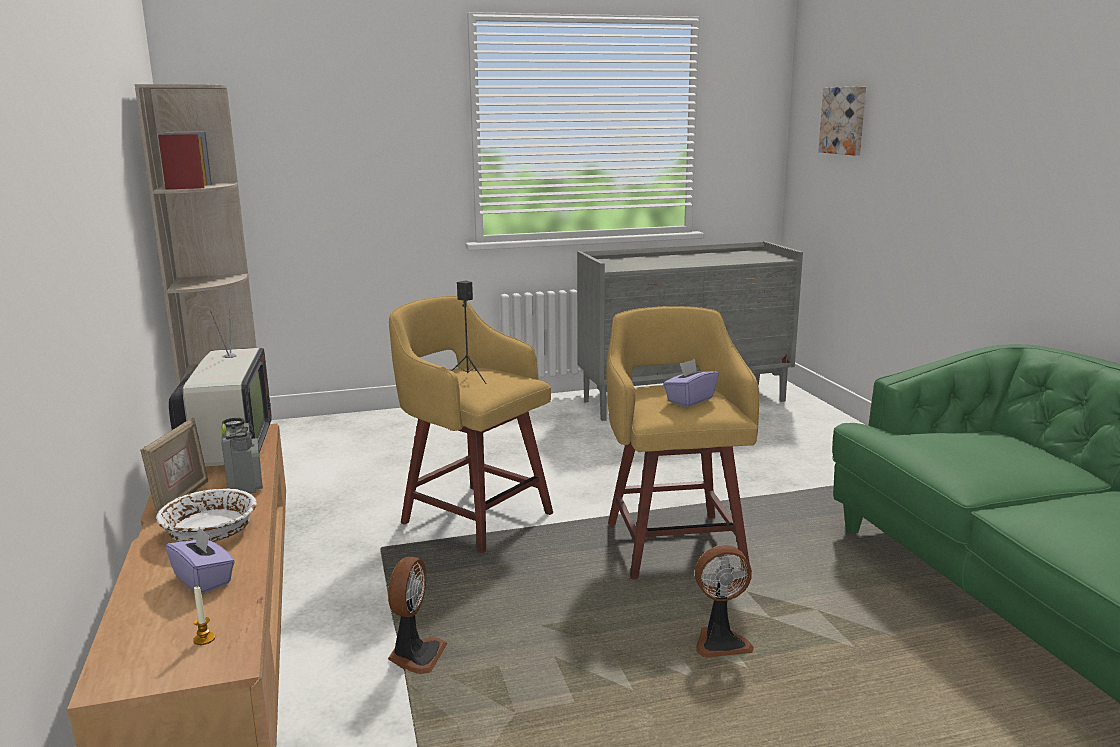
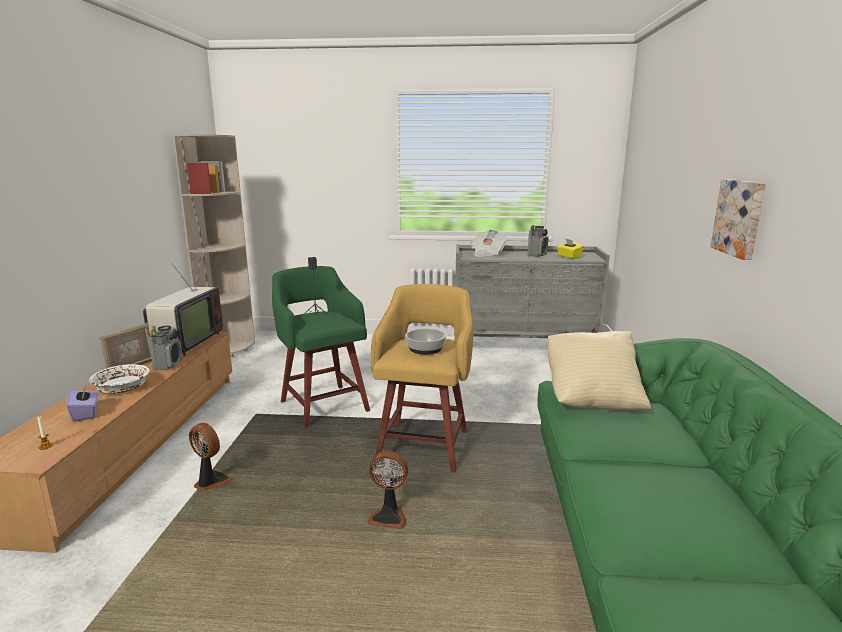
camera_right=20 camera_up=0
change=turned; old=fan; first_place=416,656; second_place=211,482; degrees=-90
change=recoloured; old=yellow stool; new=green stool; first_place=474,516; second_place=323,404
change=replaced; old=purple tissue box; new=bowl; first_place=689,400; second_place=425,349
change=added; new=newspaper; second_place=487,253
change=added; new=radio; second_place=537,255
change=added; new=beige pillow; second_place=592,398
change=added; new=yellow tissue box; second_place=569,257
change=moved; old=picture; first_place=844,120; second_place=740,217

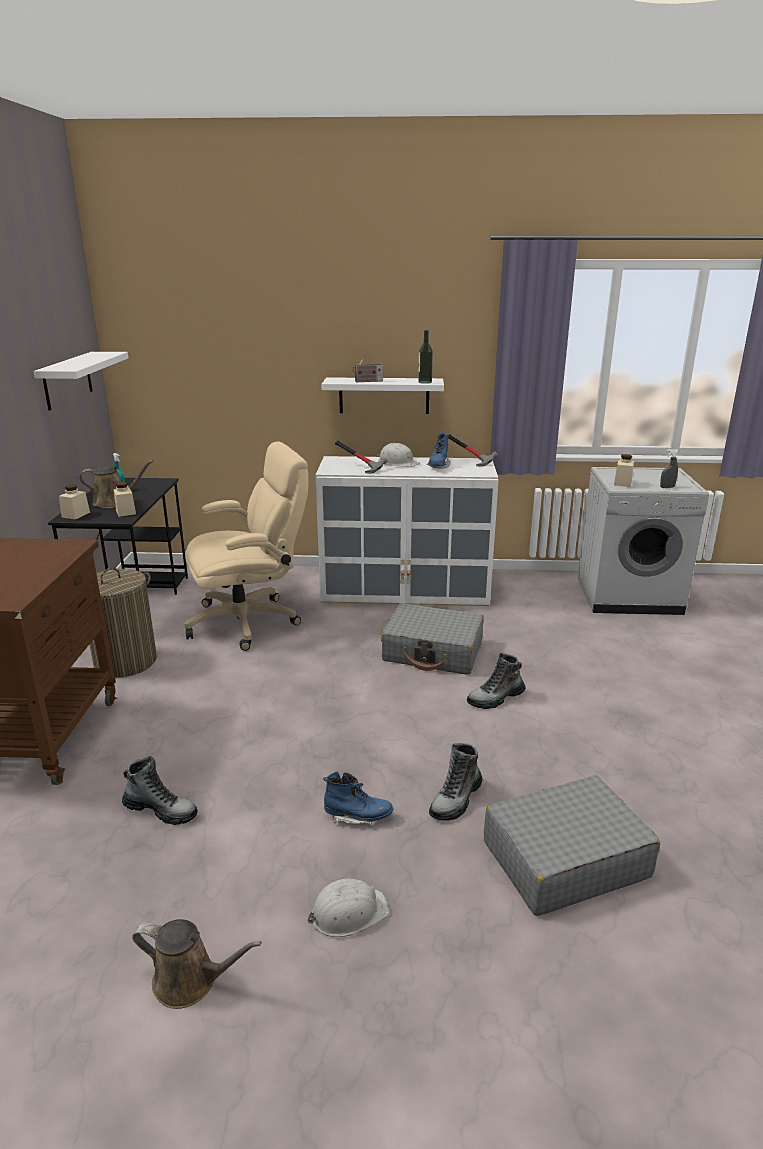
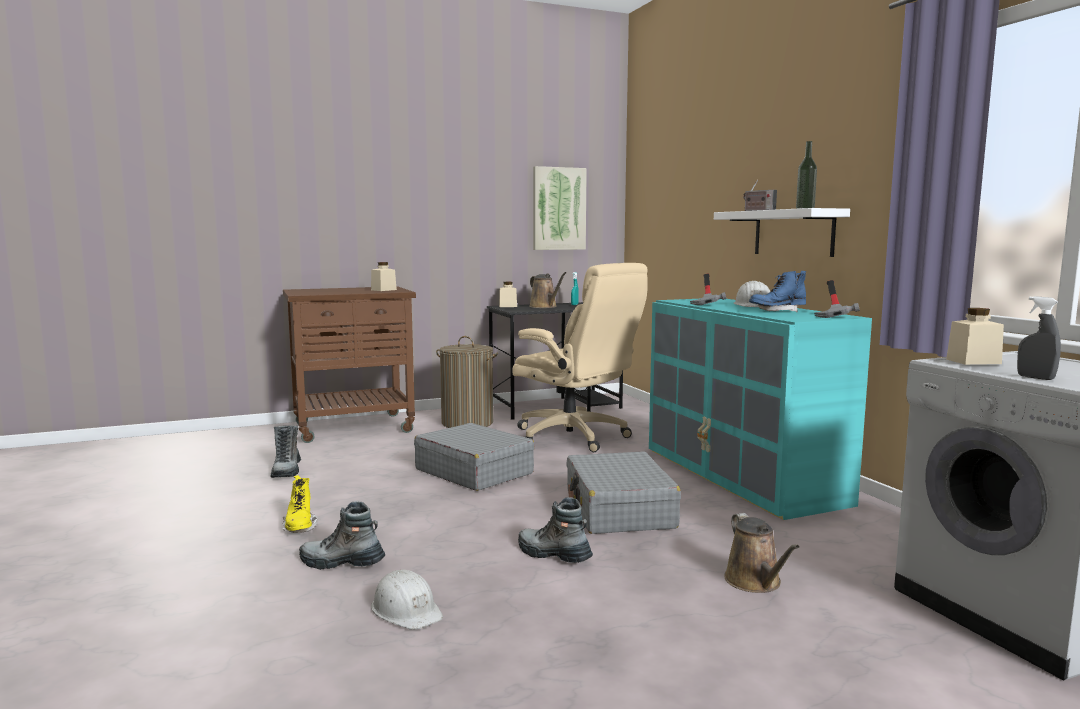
camera_right=65 camera_up=-15
change=recoloured; old=blue boot; new=yellow boot; first_place=358,816; second_place=300,528
change=moved; old=beige jar; first_place=125,512; second_place=383,290
change=moved; old=white hard hat; first_place=348,912; second_place=406,610
change=moved; old=grey suitcase; first_place=564,859; second_place=474,471
change=replaced; old=white shelf; new=picture; first_place=67,380; second_place=559,209
change=recoloured; old=white cabinet; new=turquoise cabinet; first_place=405,591; second_place=741,476
change=moved; old=brown watering can; first_place=191,981; second_place=755,582

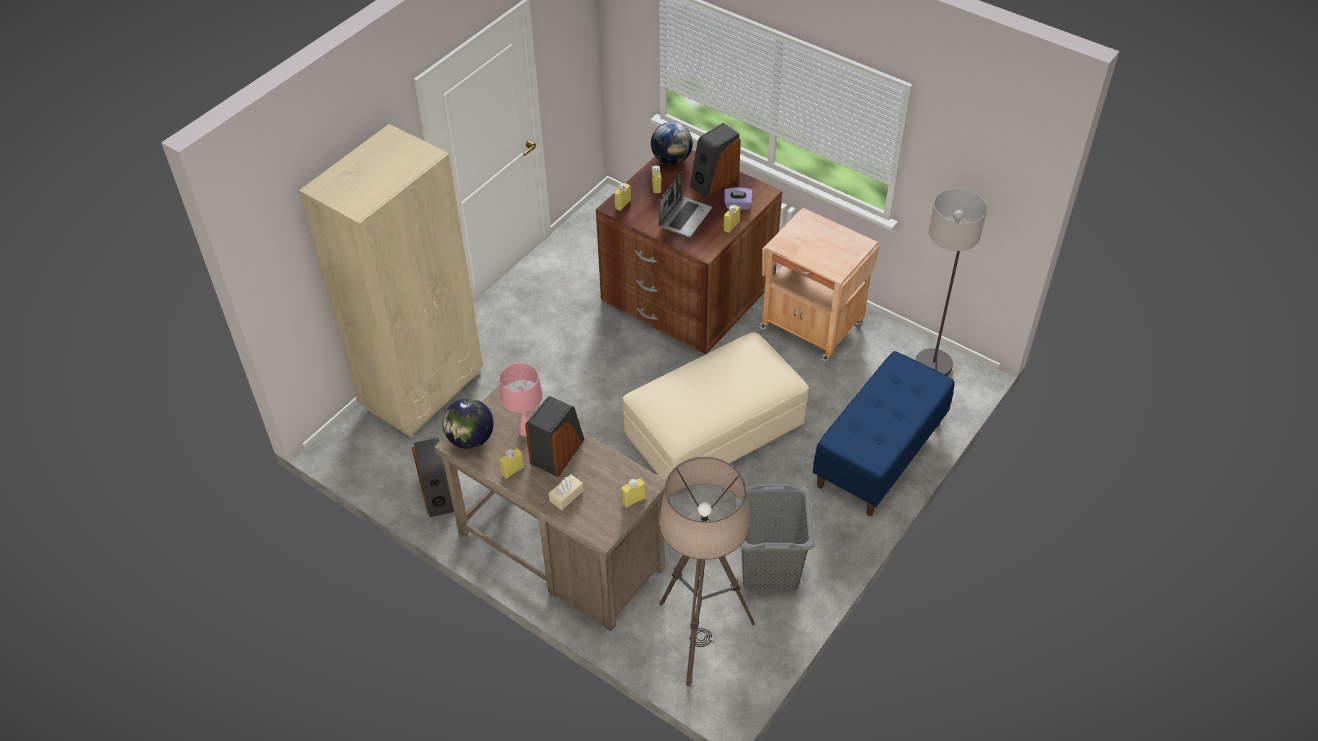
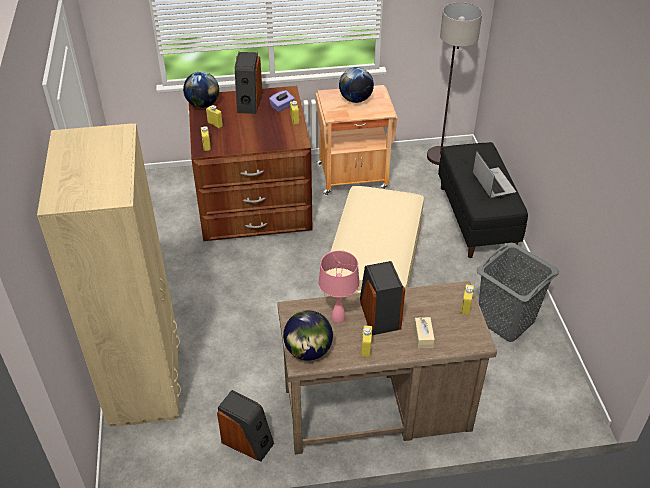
camera_right=-45 camera_up=-5
change=added; new=globe; second_place=355,99
change=recoloured; old=blue bench; new=black bench; first_place=879,455; second_place=477,219
change=moved; old=laptop; first_place=685,217; second_place=492,183
change=removed; old=floor lamp; first_place=700,636

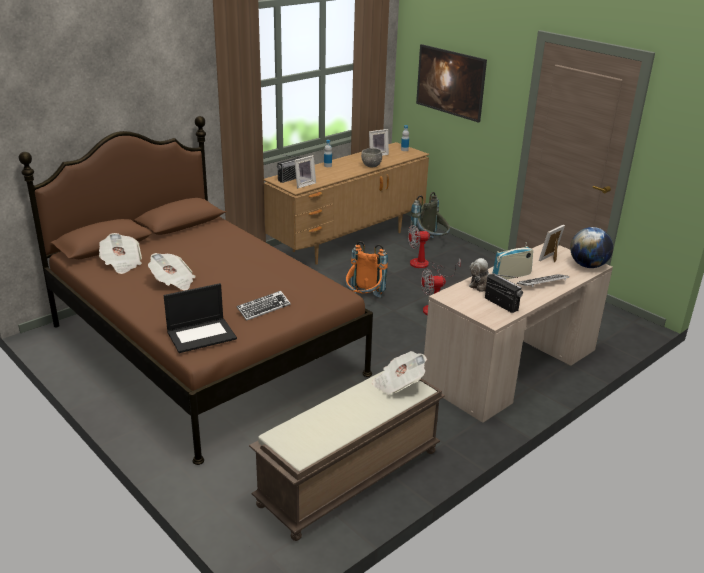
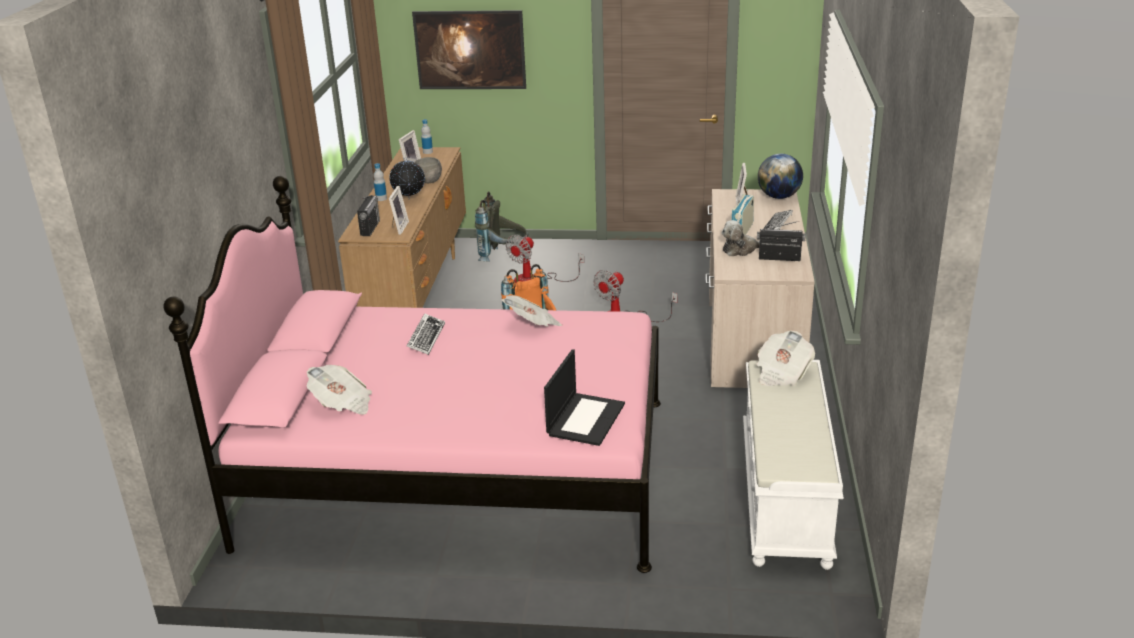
camera_right=-40 camera_up=0
change=recoloured; old=brown bed; new=pink bed; first_place=205,349; second_place=459,471
change=added; new=globe; second_place=409,199
change=moved; old=keyboard; first_place=263,308; second_place=426,338
change=moved; old=newspaper; first_place=173,282; second_place=533,325
change=recoloured; old=brown bench; new=white bench; first_place=350,478; second_place=786,495

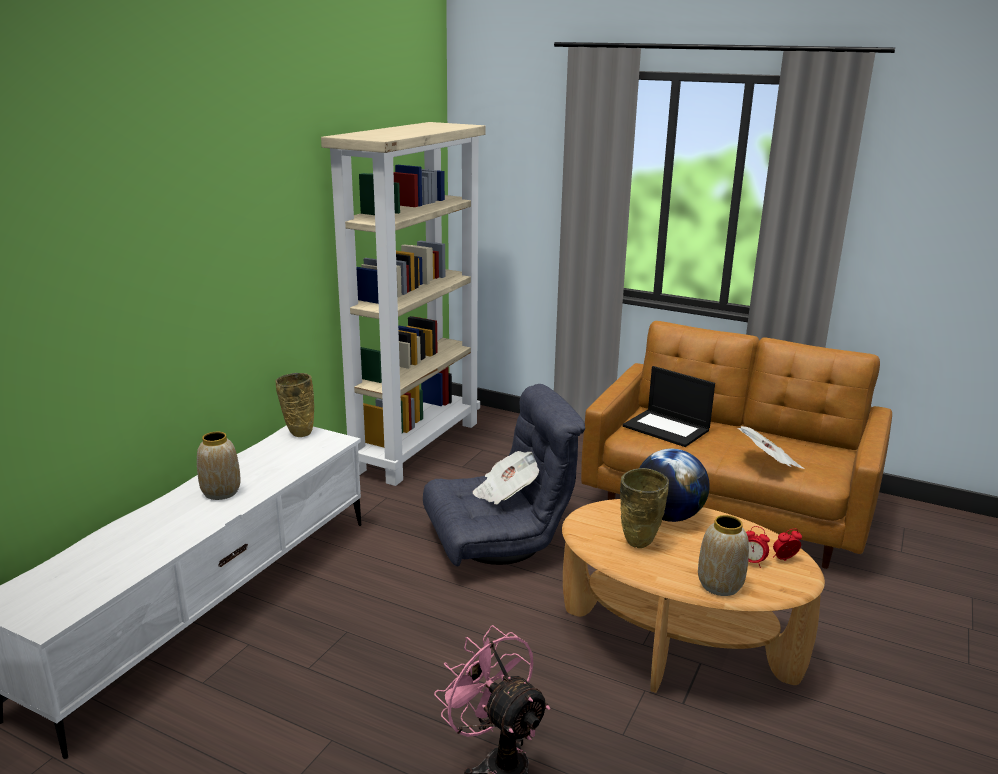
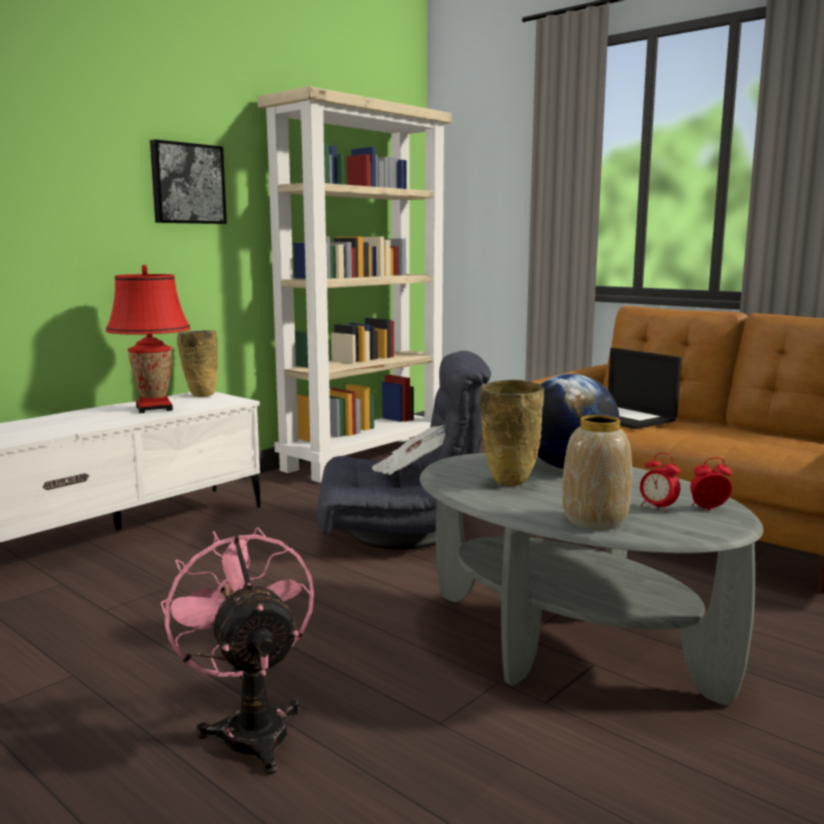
camera_right=15 camera_up=-10
change=added; new=red table lamp; second_place=154,408
change=added; new=picture; second_place=187,184
change=recoloured; old=brown coffee table; new=grey coffee table; first_place=676,646; second_place=568,643
change=removed; old=vase; first_place=221,492
change=removed; old=newspaper; first_place=768,463

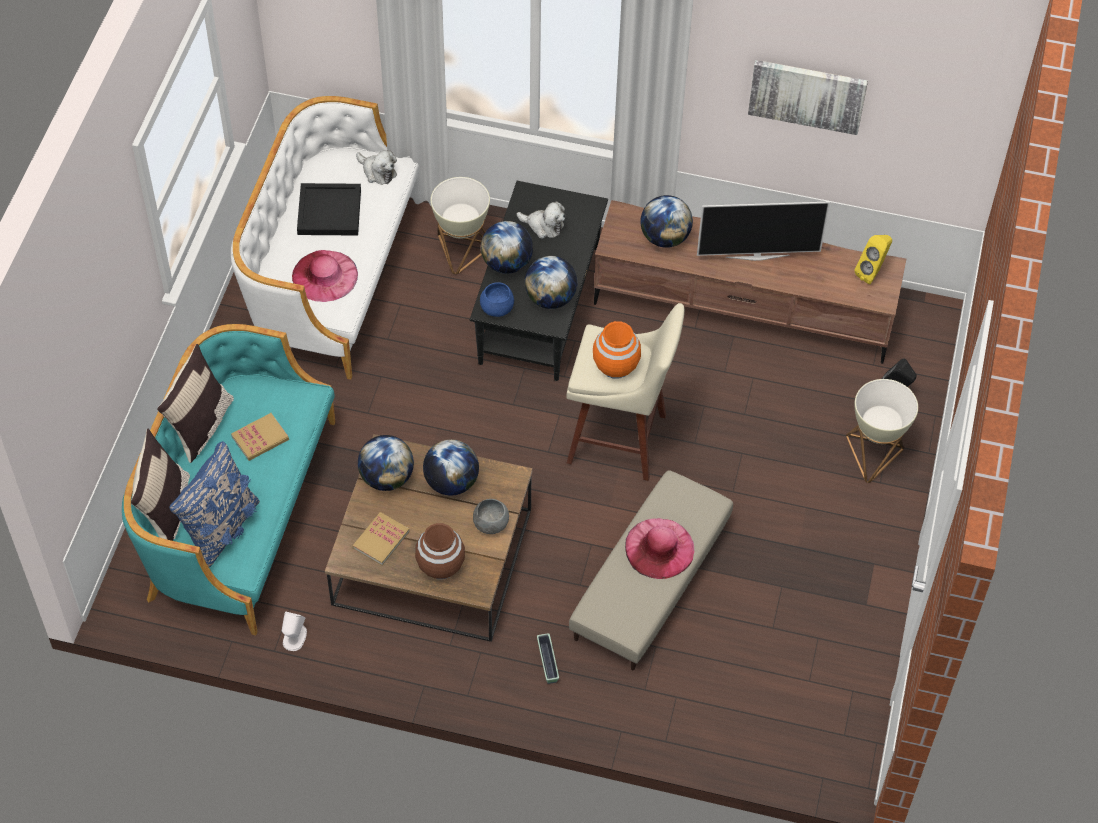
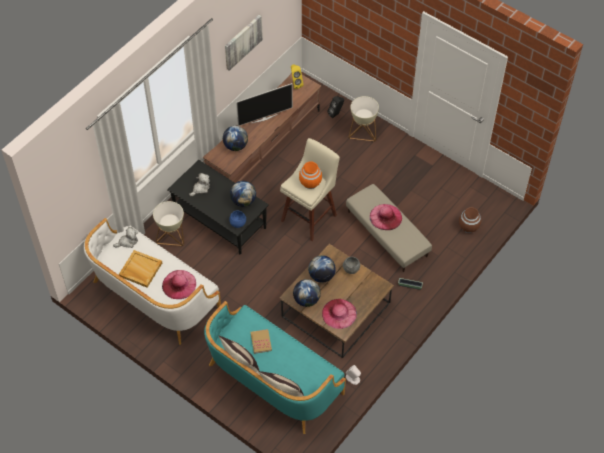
camera_right=-65 camera_up=0
change=recoloured; old=black tray; new=beige tray; first_place=329,211; second_place=140,270
change=turned; old=television; first_place=757,255; second_place=264,118; degrees=45
change=replaced; old=book; new=pink hat; first_place=381,540; second_place=339,313
change=moved; old=brown vase; first_place=440,565; second_place=468,227
change=removed; old=blue pillow; first_place=222,529
change=removed; old=globe; first_place=507,263

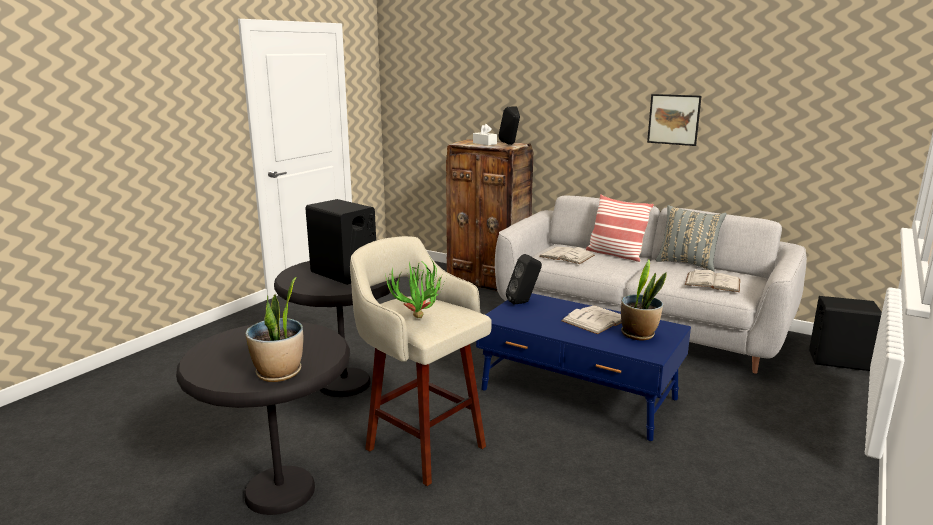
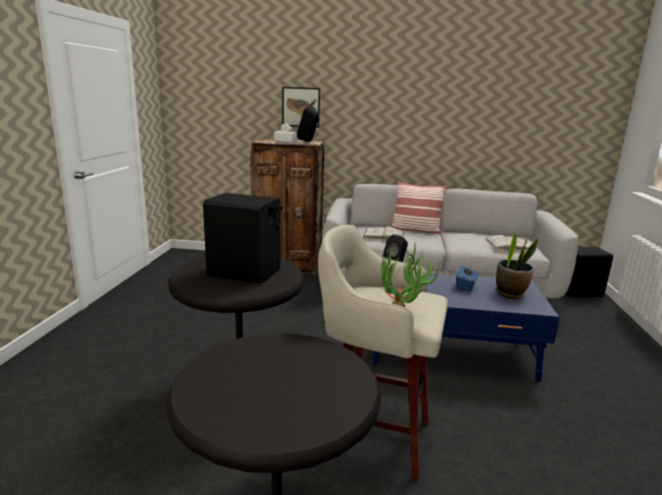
camera_right=-25 camera_up=0
change=moved; old=picture; first_place=673,119; second_place=301,107
change=replaced; old=white book; new=blue tissue box; first_place=596,320; second_place=465,286
change=removed; old=potted plant; first_place=279,373
change=removed; old=grey pillow; first_place=687,263

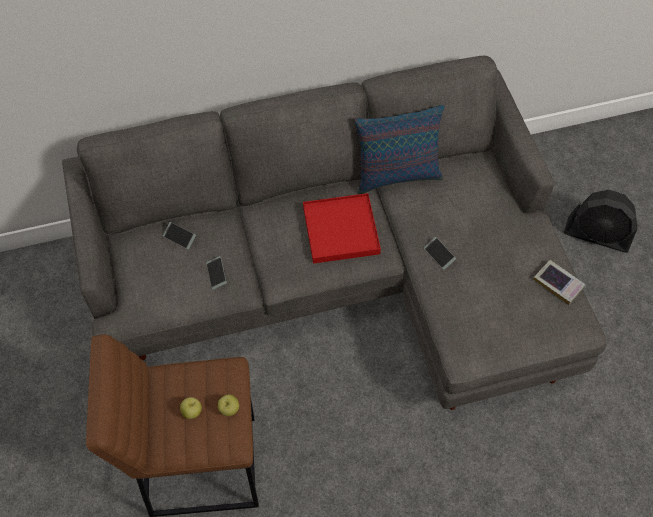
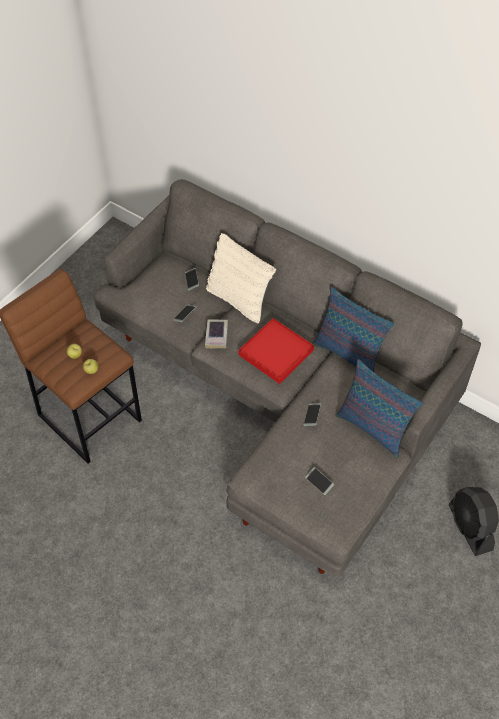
camera_right=50 camera_up=-5
change=moved; old=book; first_place=558,284; second_place=216,335
change=added; new=beige pillow; second_place=239,300
change=added; new=phone; second_place=319,482
change=added; new=blue pillow; second_place=372,429

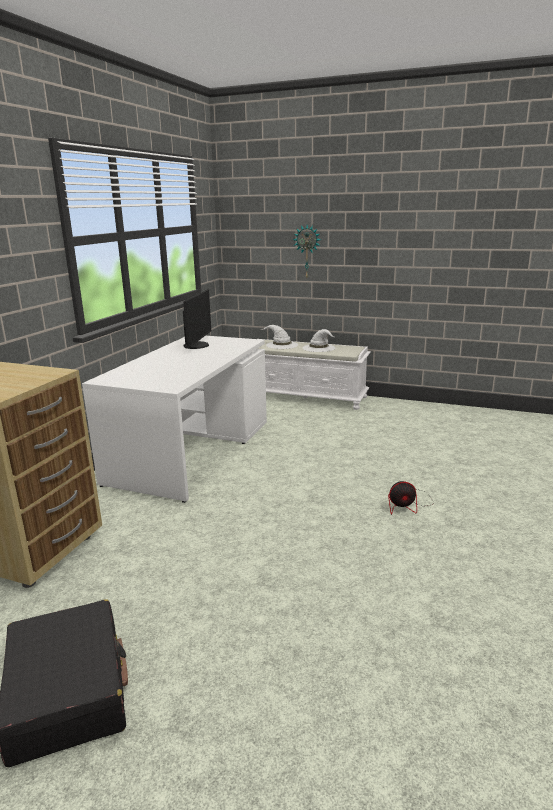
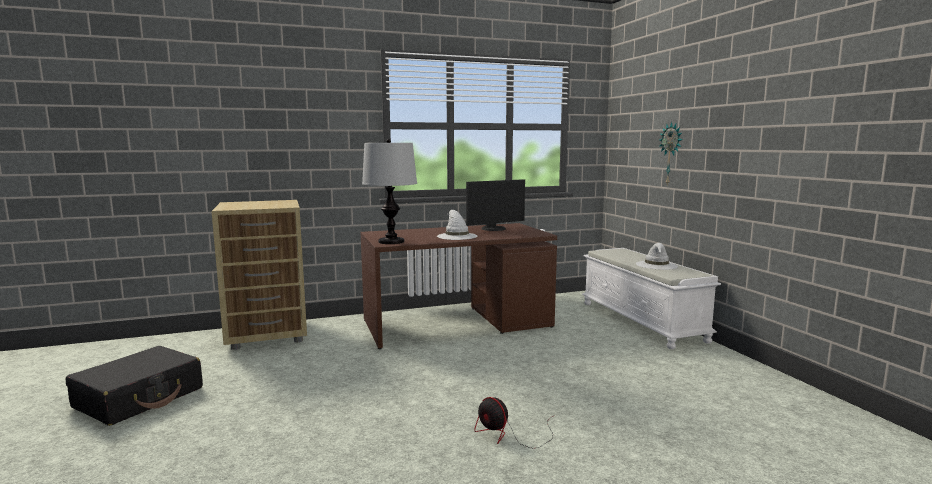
camera_right=50 camera_up=-10
change=recoloured; old=white desk; new=brown desk; first_place=191,451; second_place=456,323
change=added; new=table lamp; second_place=391,242
change=moved; old=white hat; first_place=281,345; second_place=456,236

